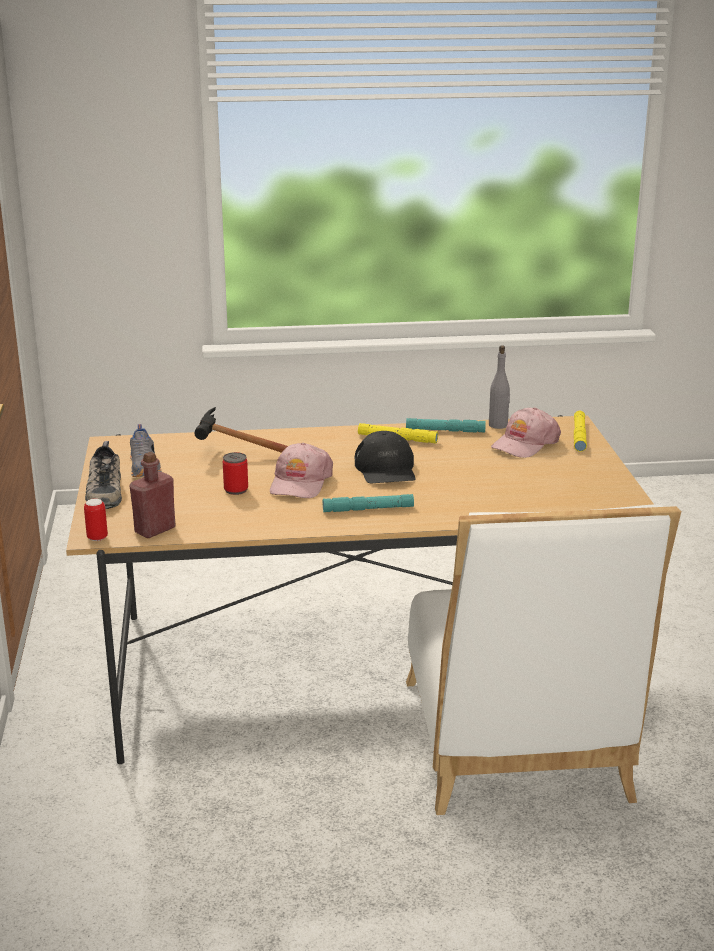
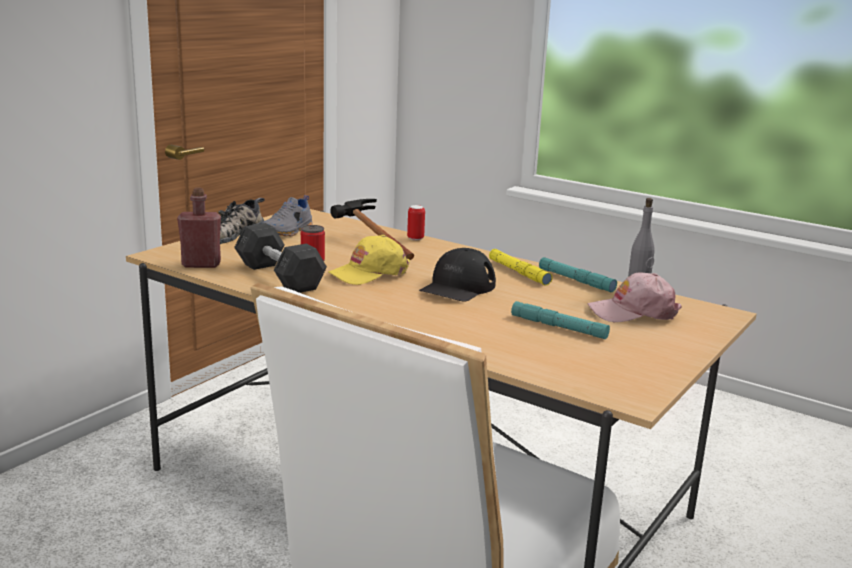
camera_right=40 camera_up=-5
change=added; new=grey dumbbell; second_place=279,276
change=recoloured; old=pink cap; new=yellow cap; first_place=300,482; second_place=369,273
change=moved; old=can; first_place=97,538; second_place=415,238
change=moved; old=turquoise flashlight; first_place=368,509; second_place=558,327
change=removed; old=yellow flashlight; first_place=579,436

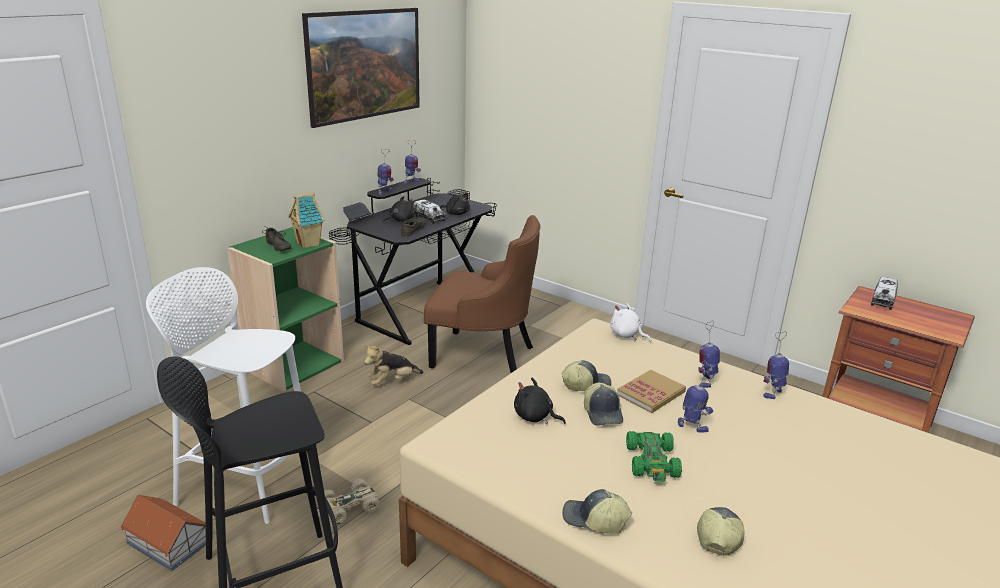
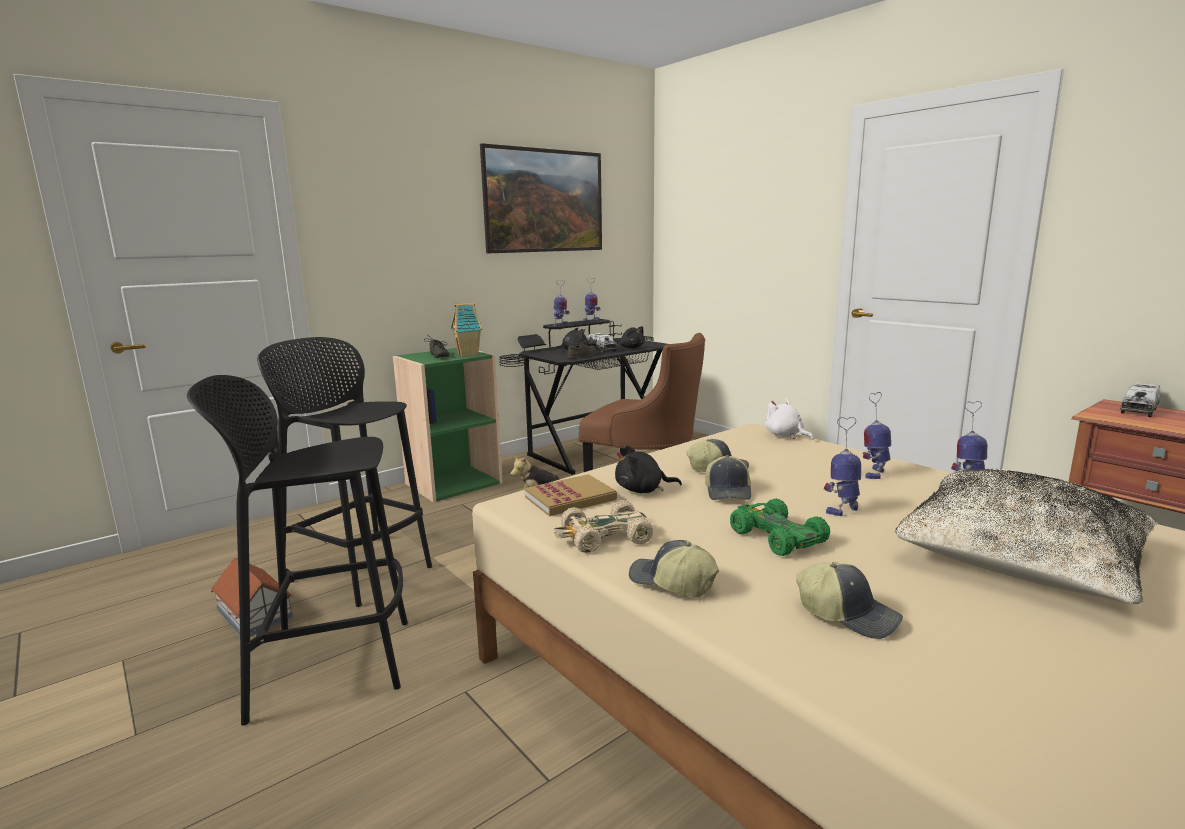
camera_right=15 camera_up=-10
change=recoloured; old=white stool; new=black stool; first_place=249,482; second_place=360,570
change=moved; old=book; first_place=651,393; second_place=570,498
change=moved; old=beige toy car; first_place=348,507; second_place=604,537
change=turned; old=black plush toy; first_place=535,417; second_place=642,490; degrees=-45
change=turned; old=green toy car; first_place=652,462; second_place=776,537; degrees=135
change=turned; old=cap; first_place=718,535; second_place=848,614; degrees=90
change=turned; old=toy robot; first_place=692,427; second_place=843,510; degrees=-75
change=added; new=beige pillow; second_place=1018,557

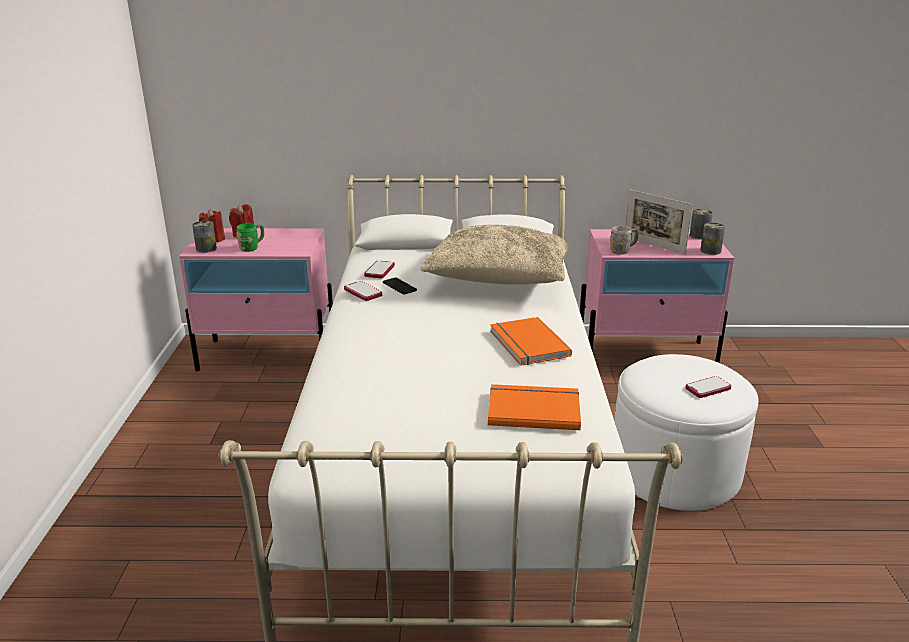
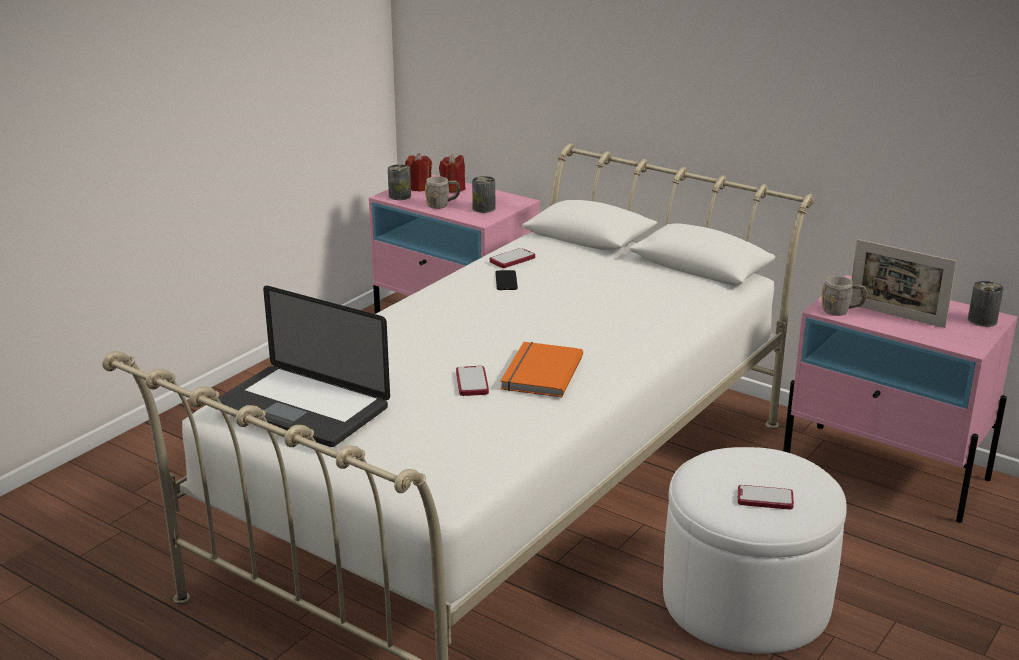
camera_right=35 camera_up=0
change=added; new=laptop; second_place=301,408
change=recoloured; old=green mug; new=grey mug; first_place=252,247; second_place=442,205
change=moved; old=phone; first_place=363,292; second_place=472,382
change=moved; old=can; first_place=710,251; second_place=484,208
change=turned; old=picture frame; first_place=654,245; second_place=896,315; degrees=-45
change=removed; old=beige pillow; first_place=499,279
change=removed; old=orange book; first_place=533,409

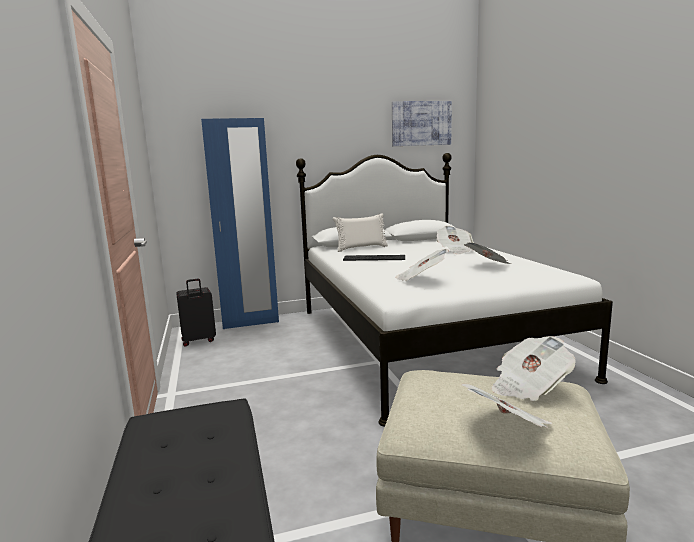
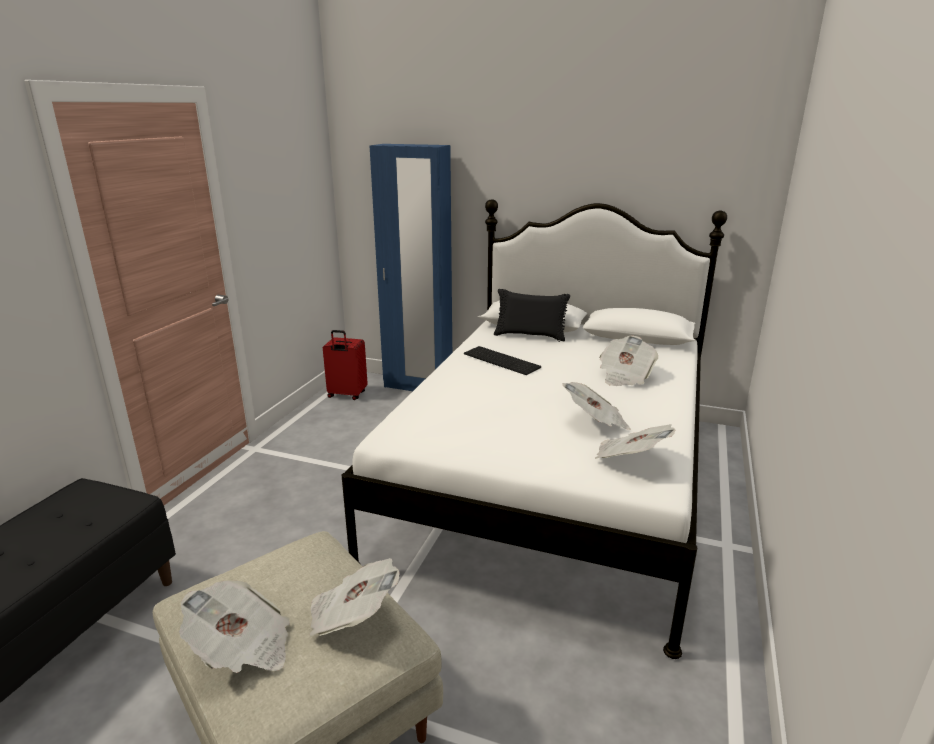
camera_right=35 camera_up=10
change=recoloured; old=black suitcase; new=red suitcase; first_place=198,341; second_place=347,395
change=recoloured; old=white pillow; new=black pillow; first_place=361,248; second_place=530,336
change=moved; old=newspaper; first_place=421,279; second_place=630,459
change=removed; old=picture; first_place=421,123

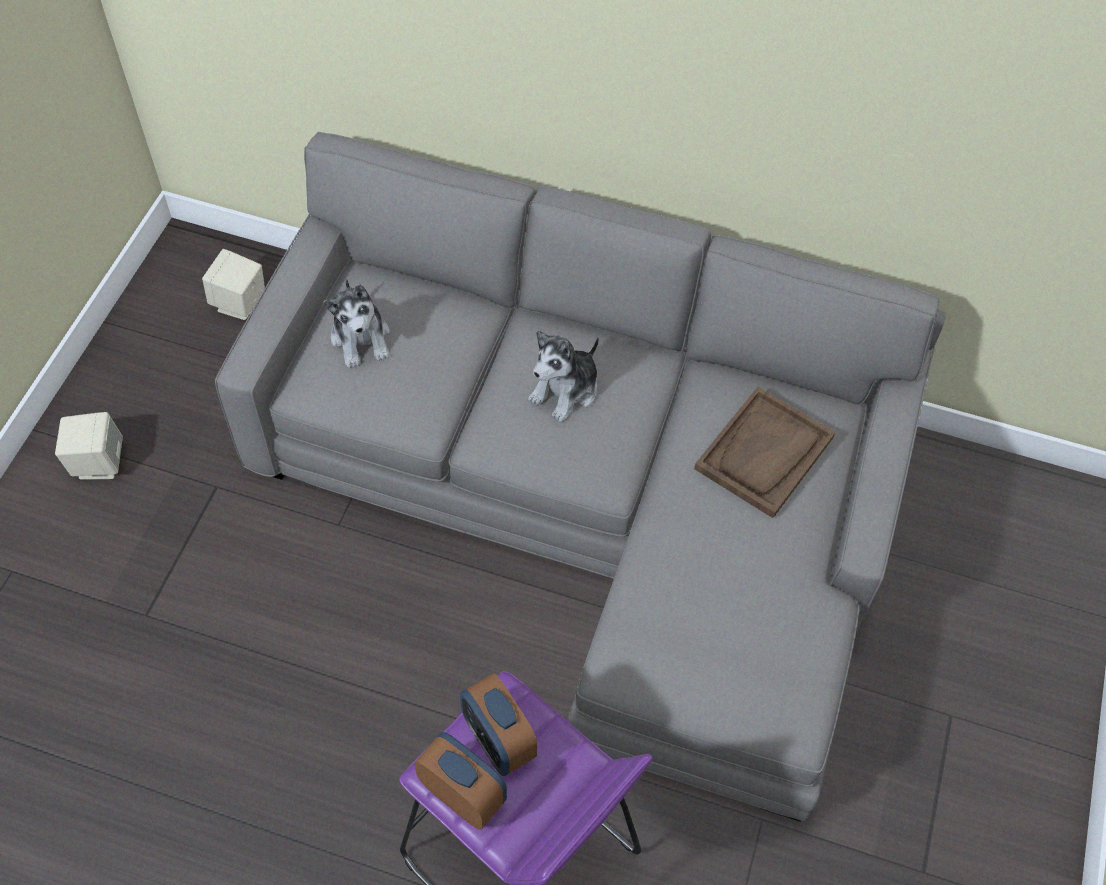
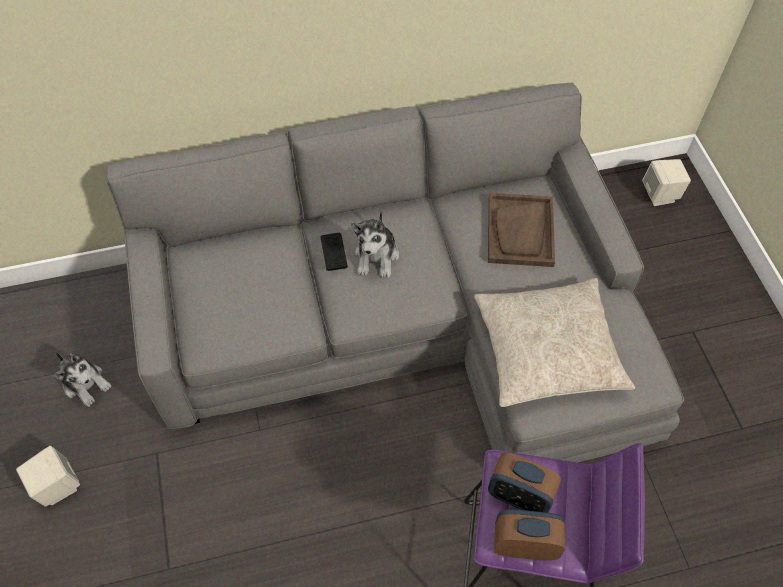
camera_right=-30 camera_up=0
change=moved; old=plush toy; first_place=361,338; second_place=85,383
change=added; new=black game controller; second_place=334,252
change=added; new=beige pillow; second_place=547,350
change=moved; old=beige speaker; first_place=240,303; second_place=660,195

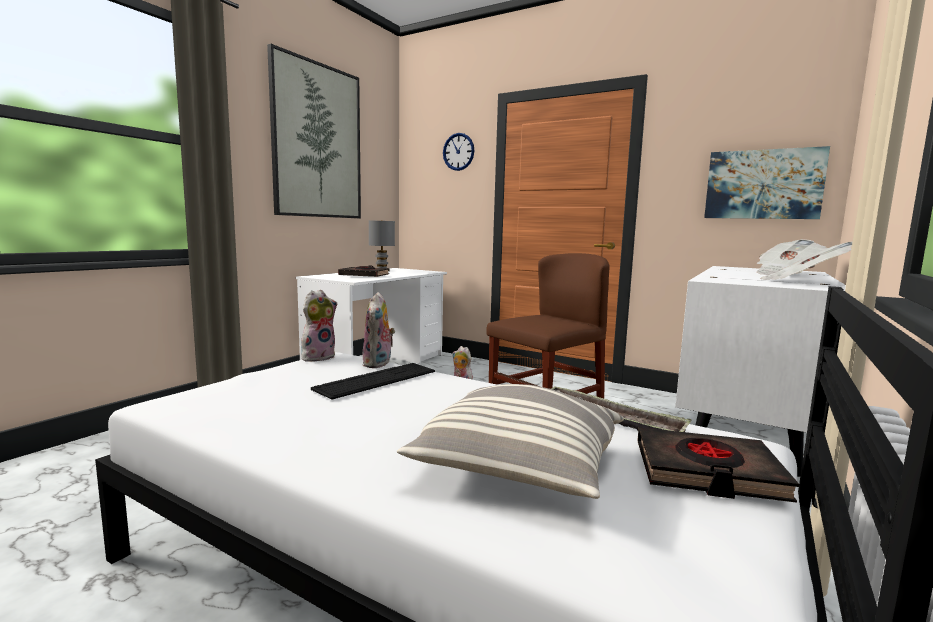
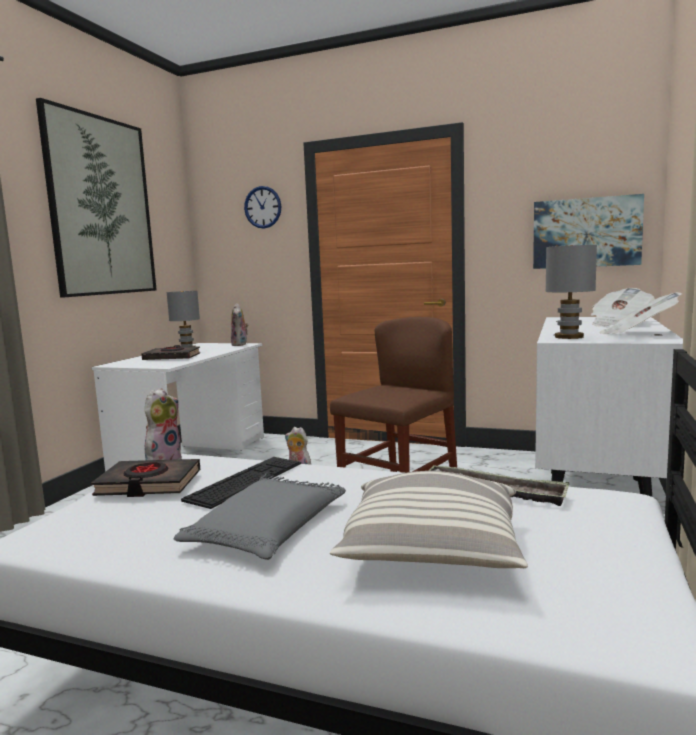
camera_right=-10 camera_up=0
change=moved; old=black book; first_place=707,472; second_place=149,484
change=added; new=grey pillow; second_place=267,525
change=moved; old=plush toy; first_place=378,364; second_place=240,344
change=added; new=grey table lamp; second_place=569,337

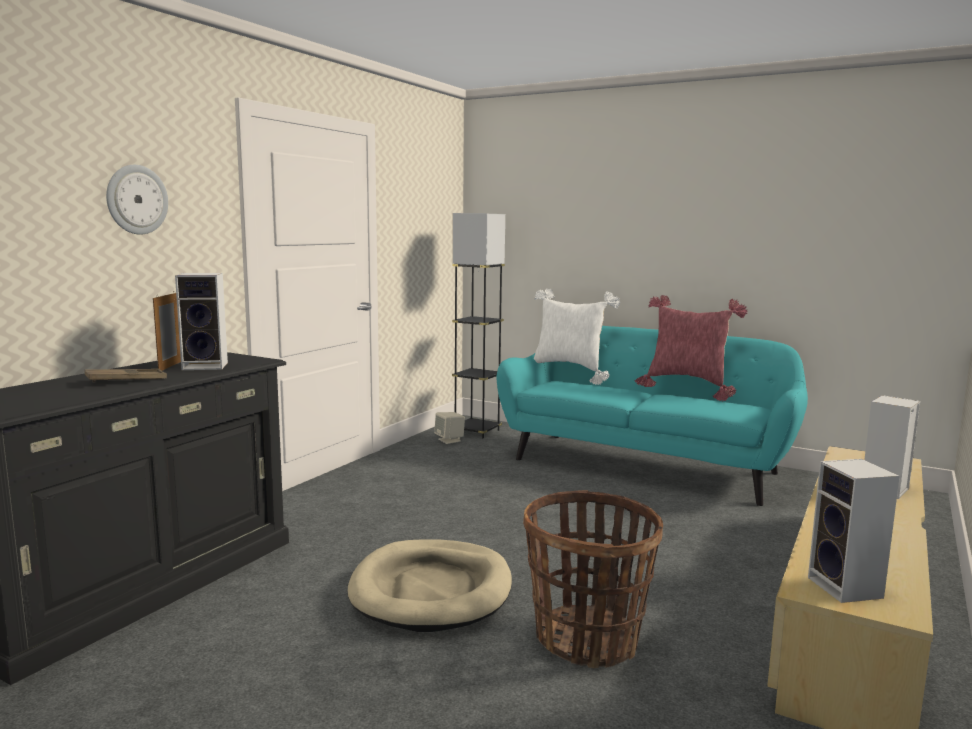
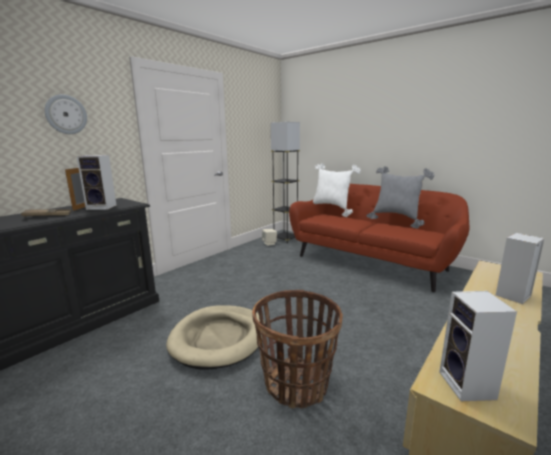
camera_right=10 camera_up=5
change=recoloured; old=turquoise sofa; new=brown sofa; first_place=645,465; second_place=370,262
change=recoloured; old=red pillow; new=grey pillow; first_place=687,393; second_place=396,222

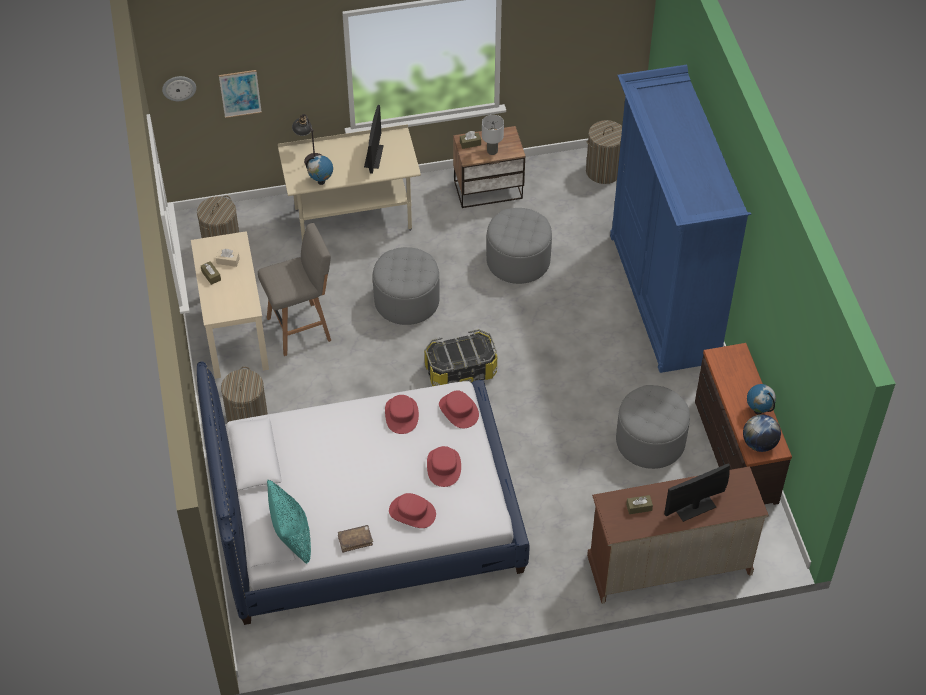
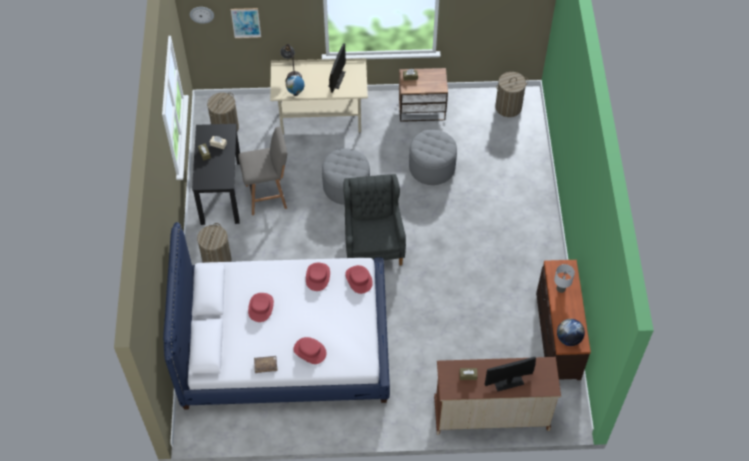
camera_right=10 camera_up=5
change=recoloured; old=beige desk; new=black desk; first_place=234,331; second_place=221,192
change=moved; old=red hat; first_place=444,467; second_place=261,307
change=replaced; old=storage box; new=grey armchair; first_place=460,371; second_place=373,244
change=moved; old=white table lamp; first_place=492,151; second_place=560,289
change=removed; old=turquoise pillow; first_place=292,538
change=removed; old=blue wardrobe; first_place=660,298
change=removed; old=grey ottoman; first_place=650,441
change=removed; old=globe; first_place=758,410

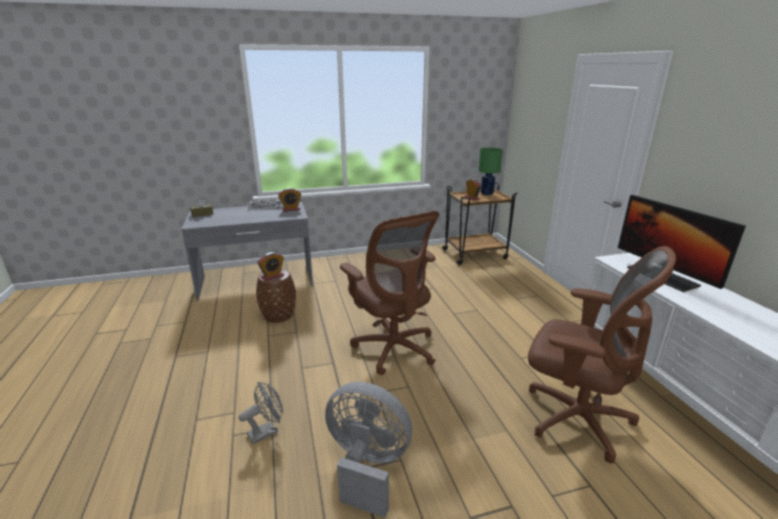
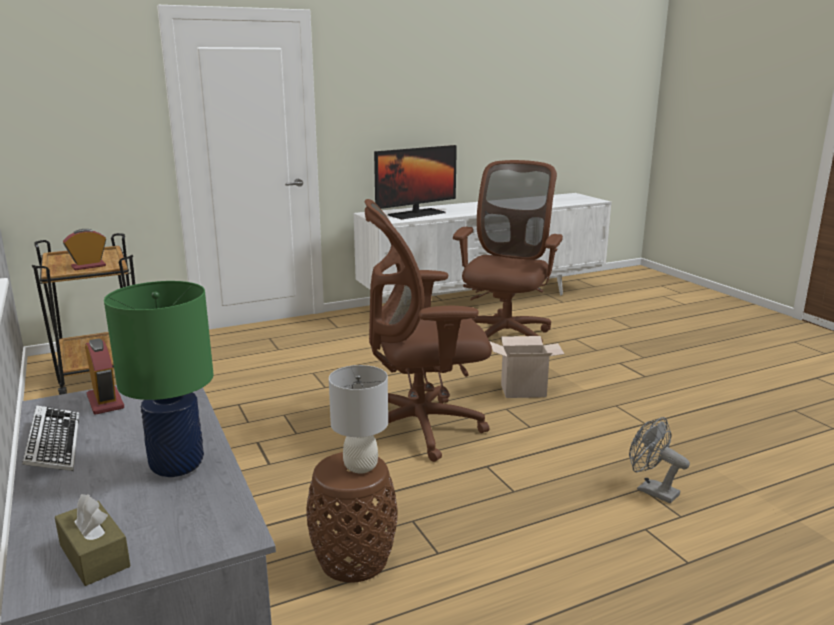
camera_right=-100 camera_up=-5
change=moved; old=green table lamp; first_place=487,194; second_place=178,468
change=replaced; old=alarm clock; new=grey table lamp; first_place=272,276; second_place=359,468
change=turned; old=brown office chair; first_place=391,346; second_place=426,426; degrees=-150
change=added; new=cardboard box; second_place=524,390
change=removed; old=grey fan; first_place=367,466

